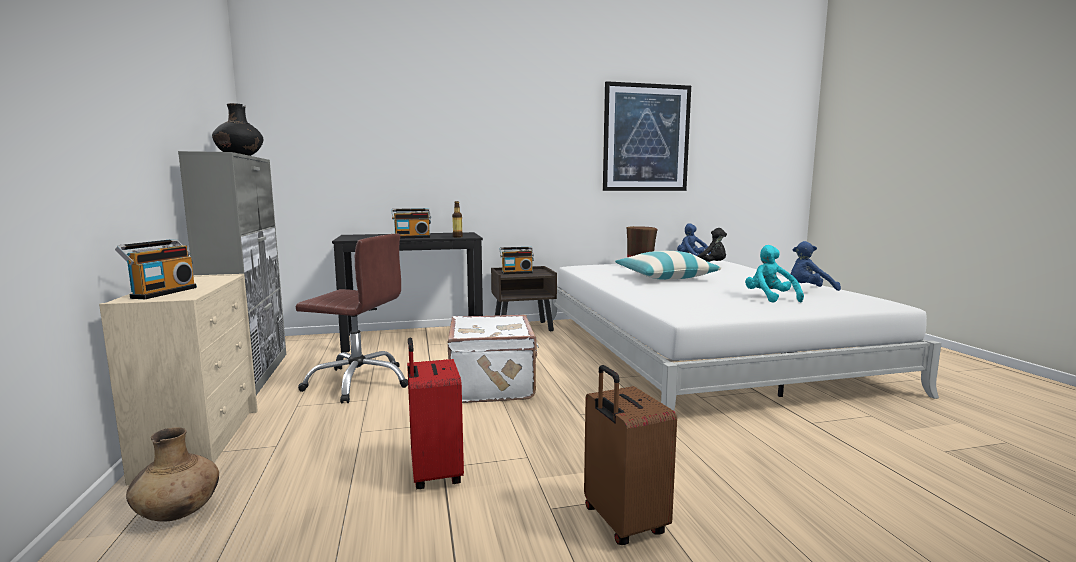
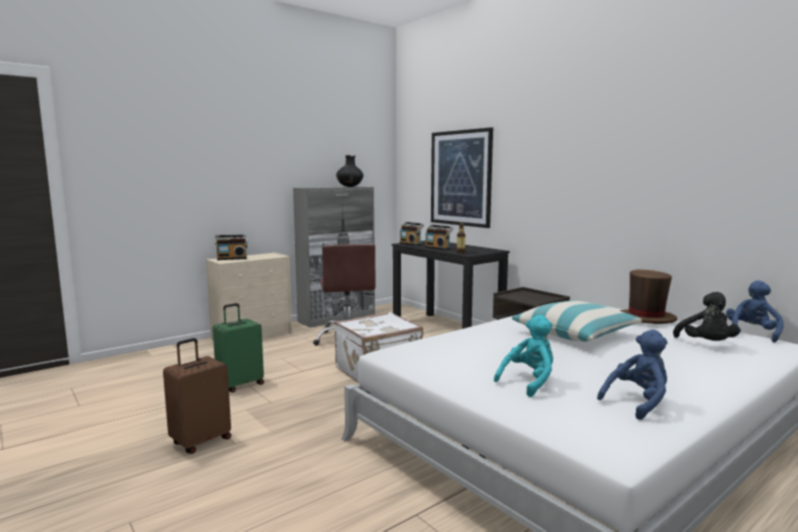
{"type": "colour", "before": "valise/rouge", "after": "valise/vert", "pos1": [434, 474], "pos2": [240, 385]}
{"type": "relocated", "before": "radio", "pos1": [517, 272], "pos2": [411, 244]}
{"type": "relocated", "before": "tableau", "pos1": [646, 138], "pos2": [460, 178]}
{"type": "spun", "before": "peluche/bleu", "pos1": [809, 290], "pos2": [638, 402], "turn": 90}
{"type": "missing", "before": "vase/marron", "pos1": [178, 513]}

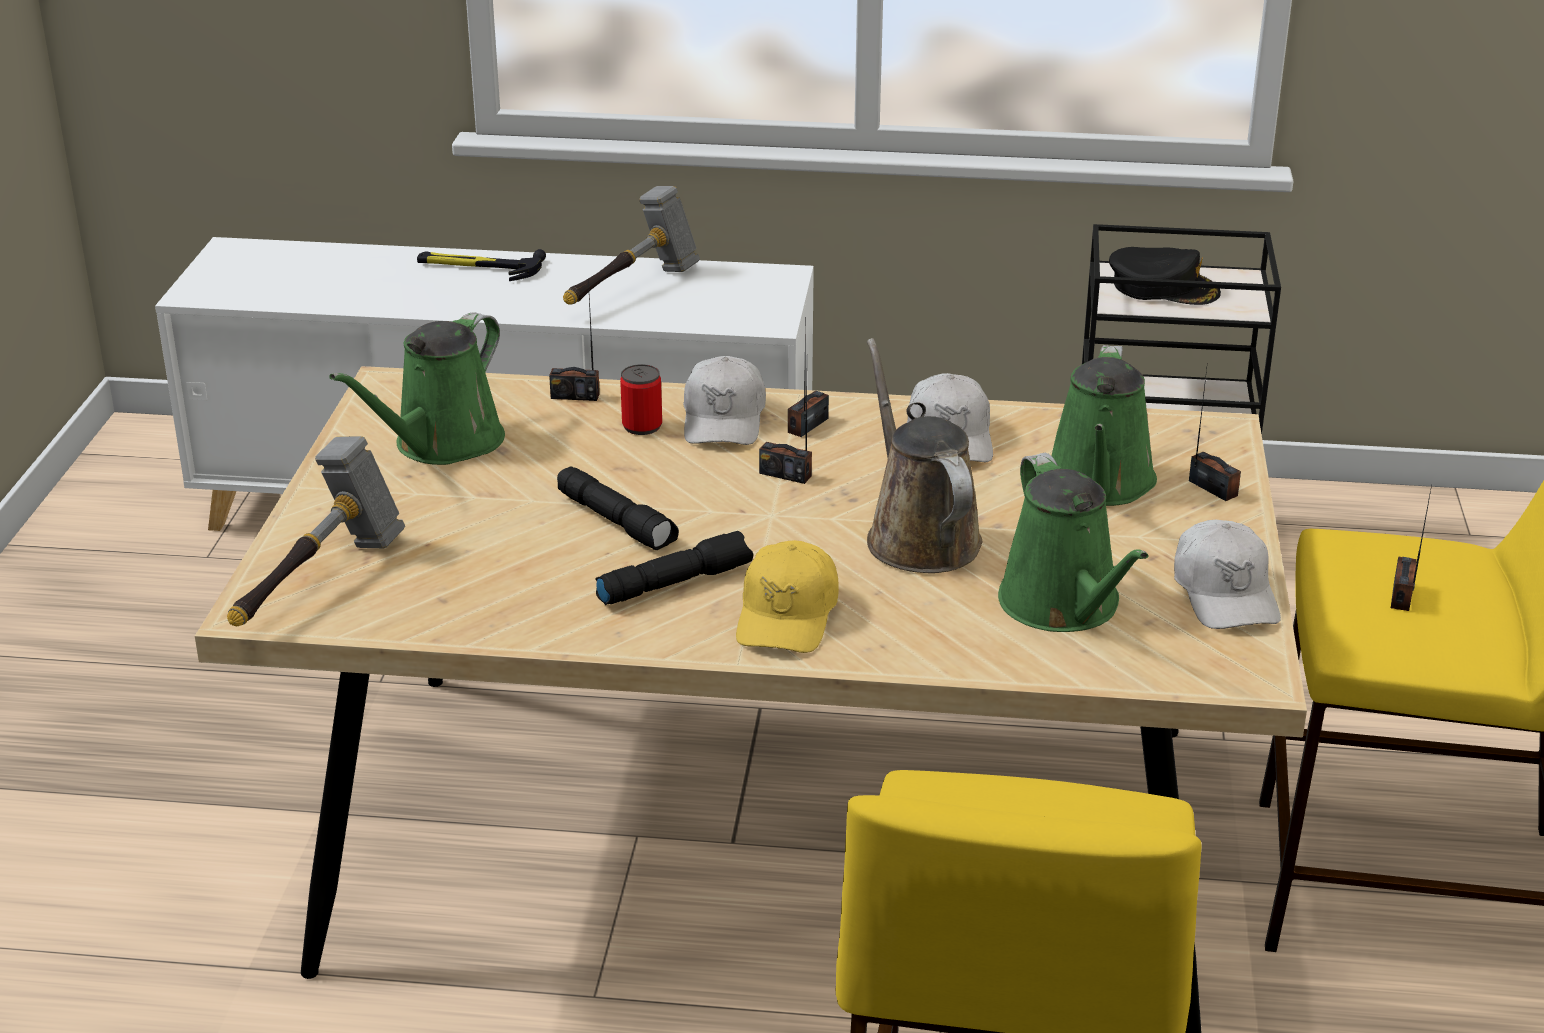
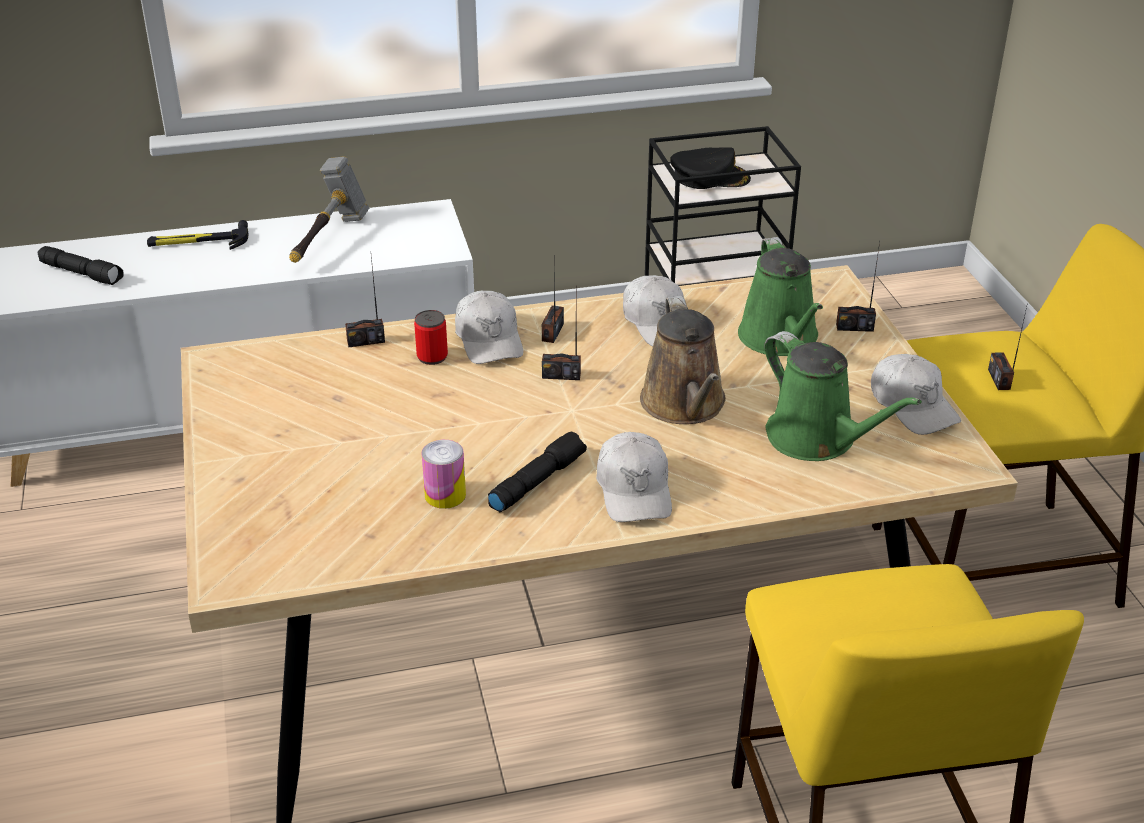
{"type": "relocated", "before": "lampe de poche/noir", "pos1": [617, 522], "pos2": [82, 273]}
{"type": "appeared", "after": "boîte métallique", "pos2": [445, 495]}
{"type": "colour", "before": "casquette/jaune", "after": "casquette/blanc", "pos1": [787, 615], "pos2": [634, 490]}
{"type": "spun", "before": "arrosoir/marron", "pos1": [918, 536], "pos2": [685, 405], "turn": -150}
{"type": "spun", "before": "radio", "pos1": [1212, 488], "pos2": [854, 327], "turn": 150}
{"type": "missing", "before": "marteau", "pos1": [318, 583]}
{"type": "missing", "before": "arrosoir/vert", "pos1": [442, 444]}

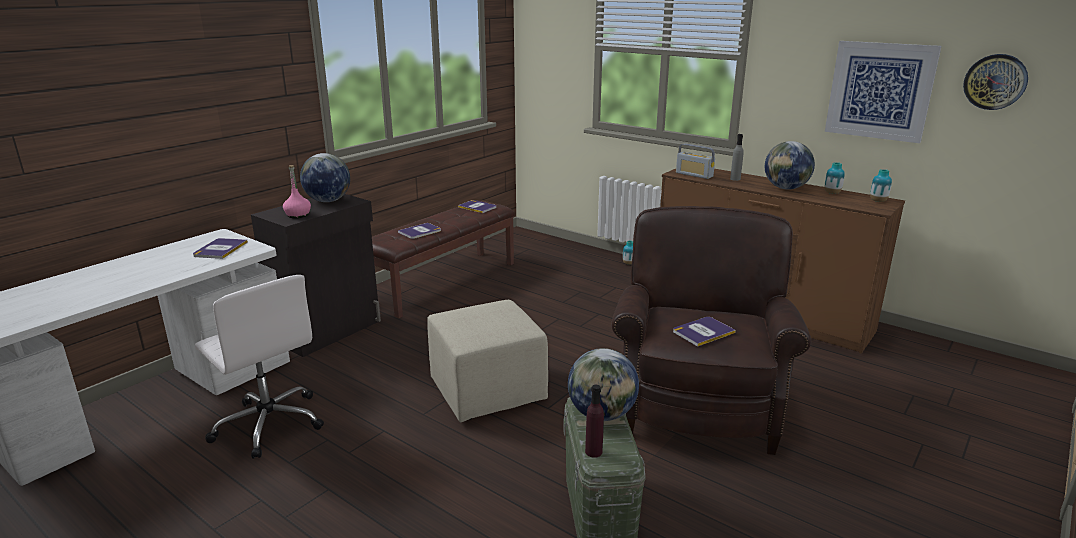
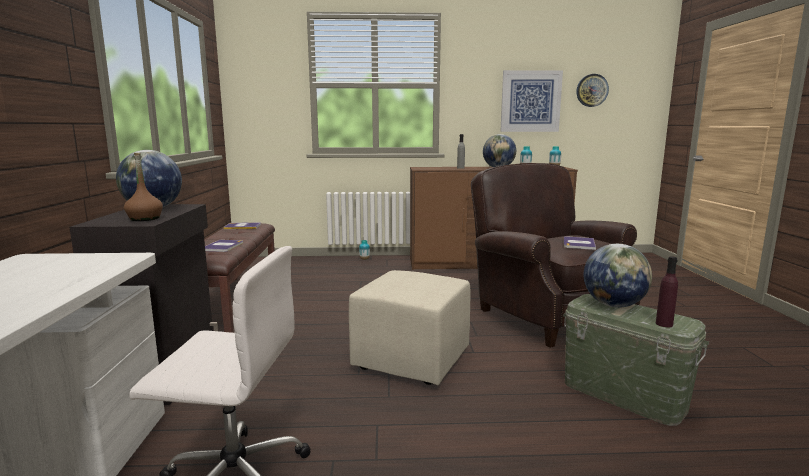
{"type": "colour", "before": "bouteille/rose", "after": "bouteille/marron", "pos1": [298, 215], "pos2": [145, 219]}
{"type": "missing", "before": "livre", "pos1": [220, 249]}
{"type": "missing", "before": "radio", "pos1": [694, 175]}

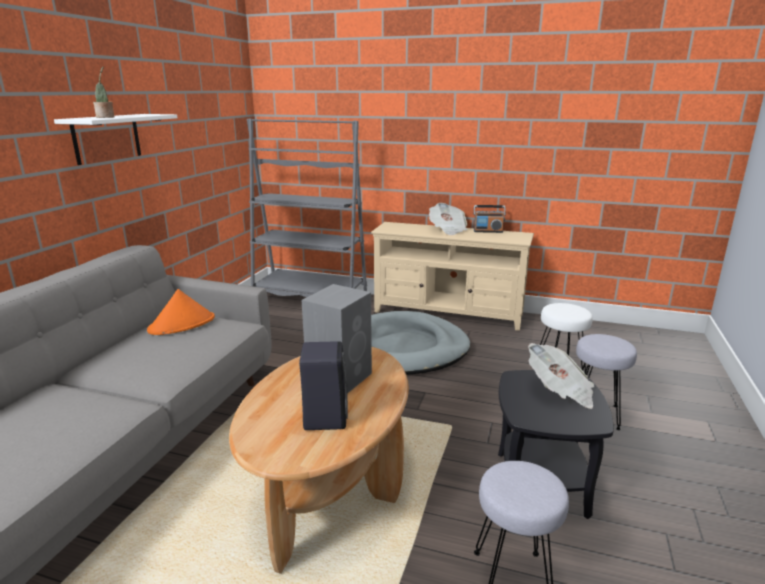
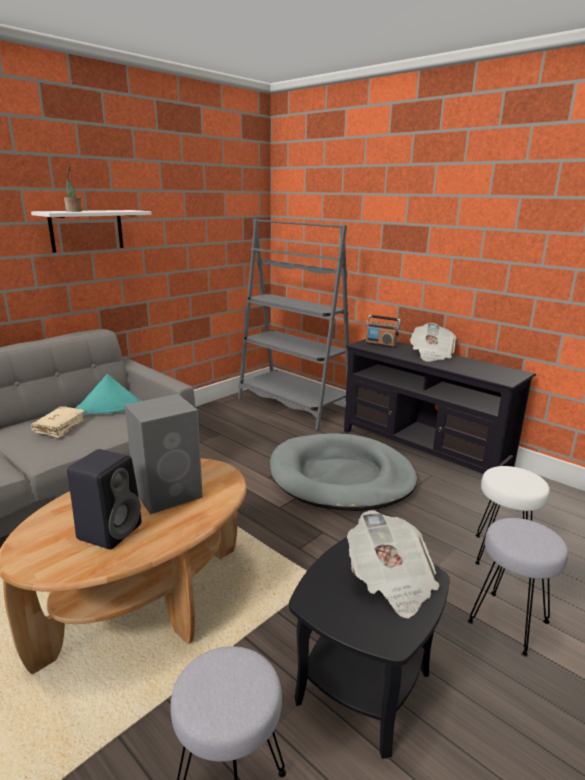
{"type": "appeared", "after": "livre/beige", "pos2": [60, 427]}
{"type": "colour", "before": "chapeau/orange", "after": "chapeau/turquoise", "pos1": [182, 324], "pos2": [110, 407]}
{"type": "colour", "before": "meuble télé/beige", "after": "meuble télé/noir", "pos1": [448, 313], "pos2": [423, 449]}
{"type": "relocated", "before": "radio", "pos1": [488, 231], "pos2": [381, 344]}

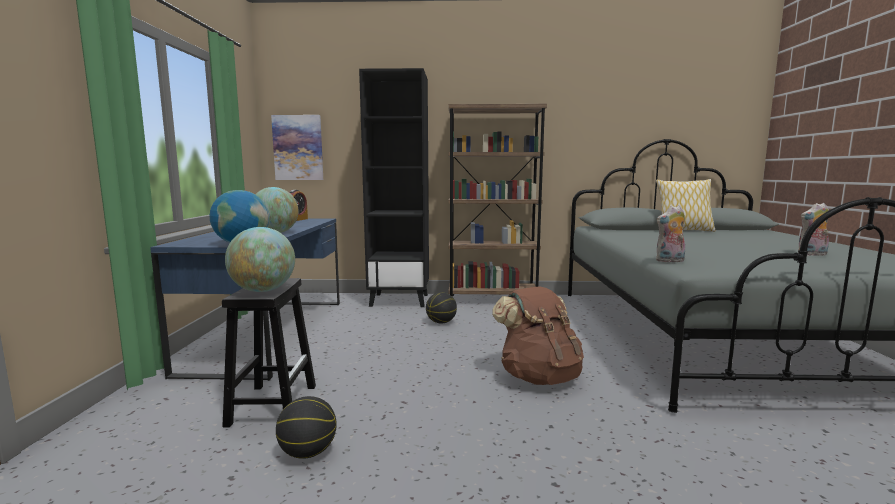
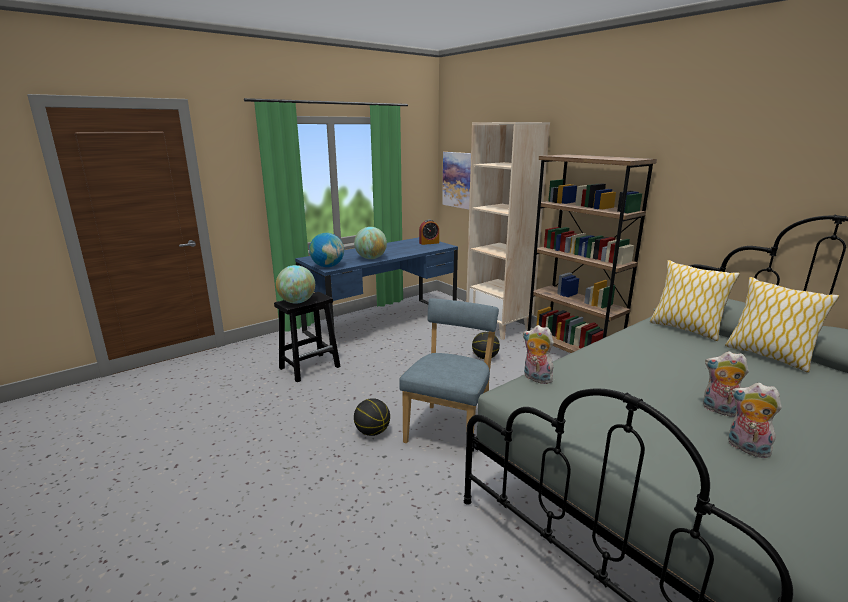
{"type": "relocated", "before": "ballon de basket", "pos1": [308, 452], "pos2": [372, 432]}
{"type": "exchanged", "before": "sac à dos/marron", "after": "chaise/bleu", "pos1": [539, 377], "pos2": [450, 428]}
{"type": "colour", "before": "bibliothèque/noir", "after": "bibliothèque/beige", "pos1": [400, 300], "pos2": [499, 327]}
{"type": "appeared", "after": "coussin", "pos2": [685, 329]}
{"type": "appeared", "after": "peluche", "pos2": [719, 410]}

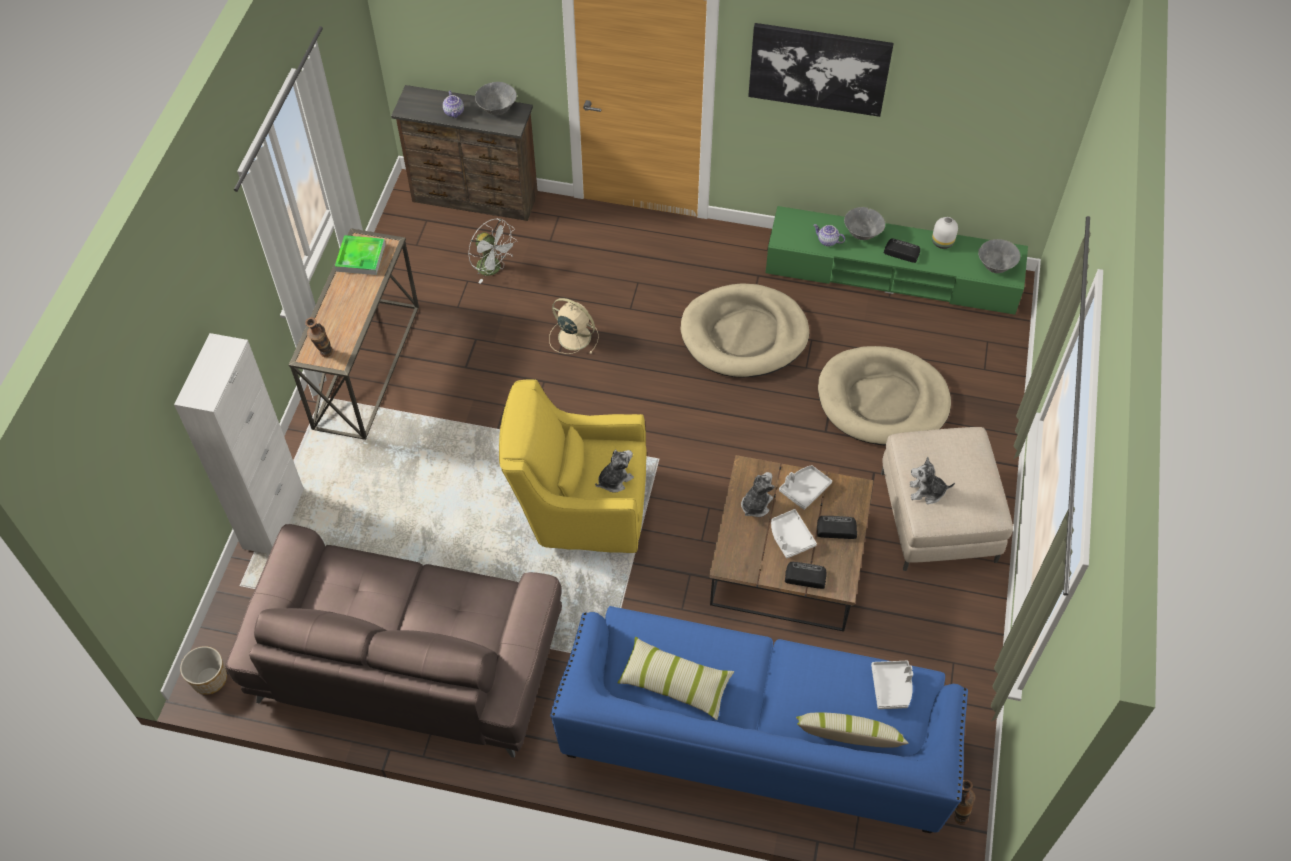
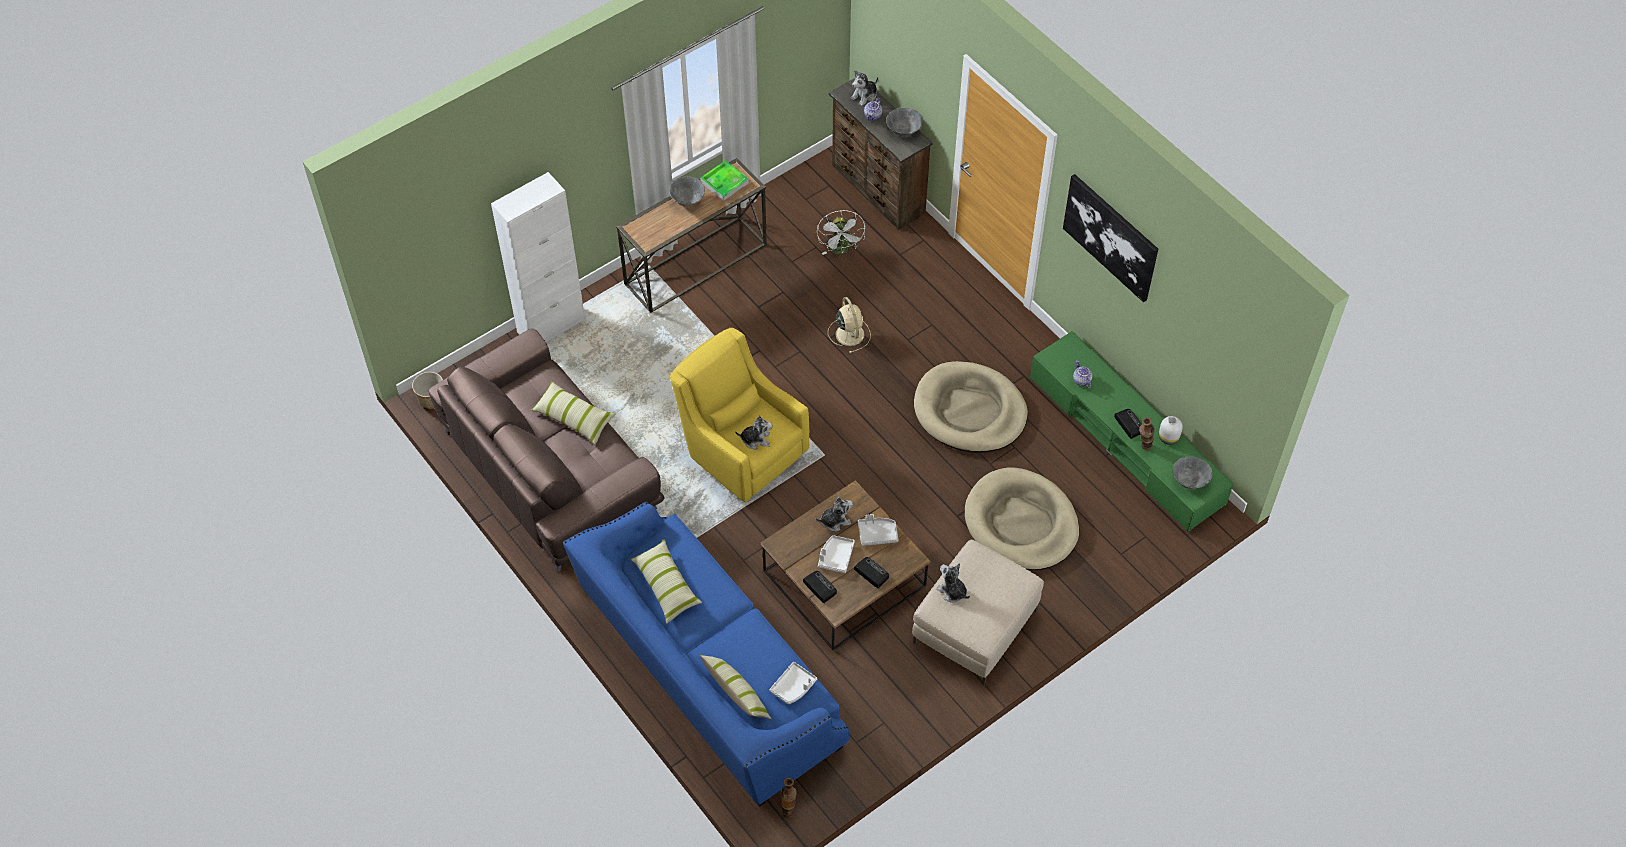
{"type": "appeared", "after": "coussin", "pos2": [574, 417]}
{"type": "relocated", "before": "bol/gris", "pos1": [861, 234], "pos2": [688, 201]}
{"type": "appeared", "after": "peluche", "pos2": [864, 96]}
{"type": "relocated", "before": "vase", "pos1": [324, 355], "pos2": [1143, 447]}

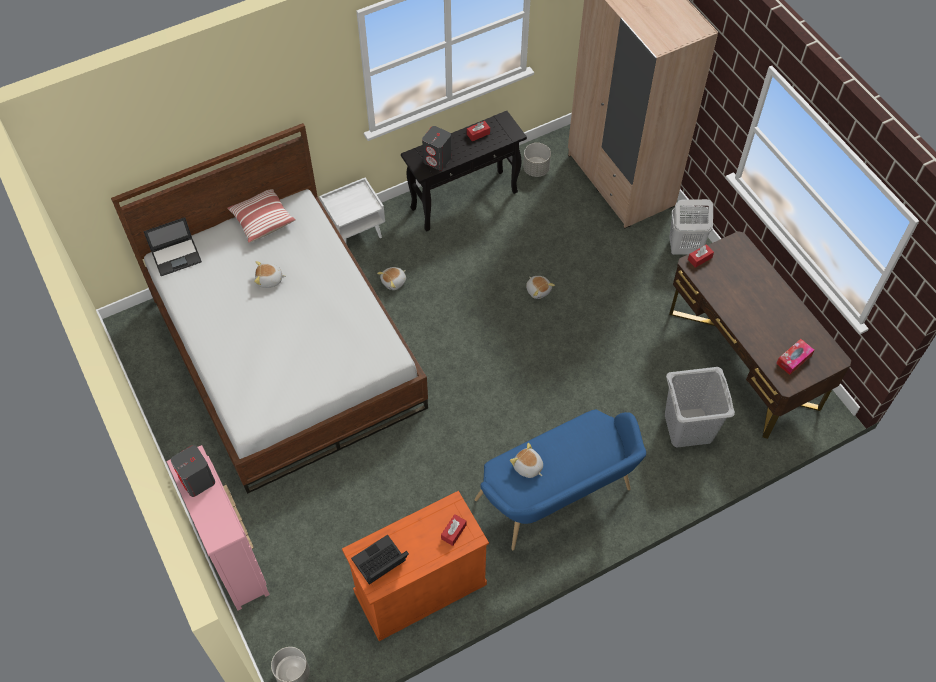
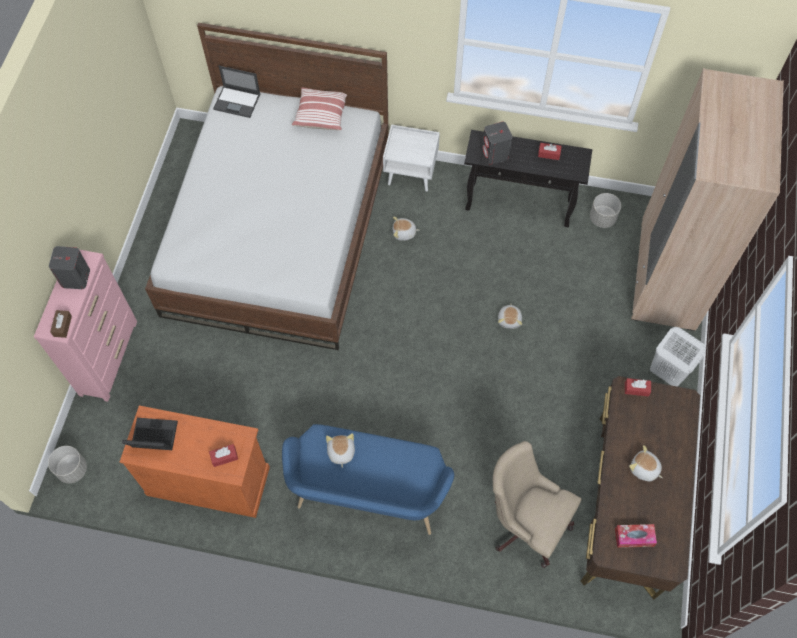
{"type": "appeared", "after": "boîte à mouchoirs/marron", "pos2": [62, 326]}
{"type": "exchanged", "before": "panier à linge/gris", "after": "chaise de bureau/beige", "pos1": [688, 427], "pos2": [525, 522]}
{"type": "relocated", "before": "peluche", "pos1": [269, 280], "pos2": [644, 469]}

